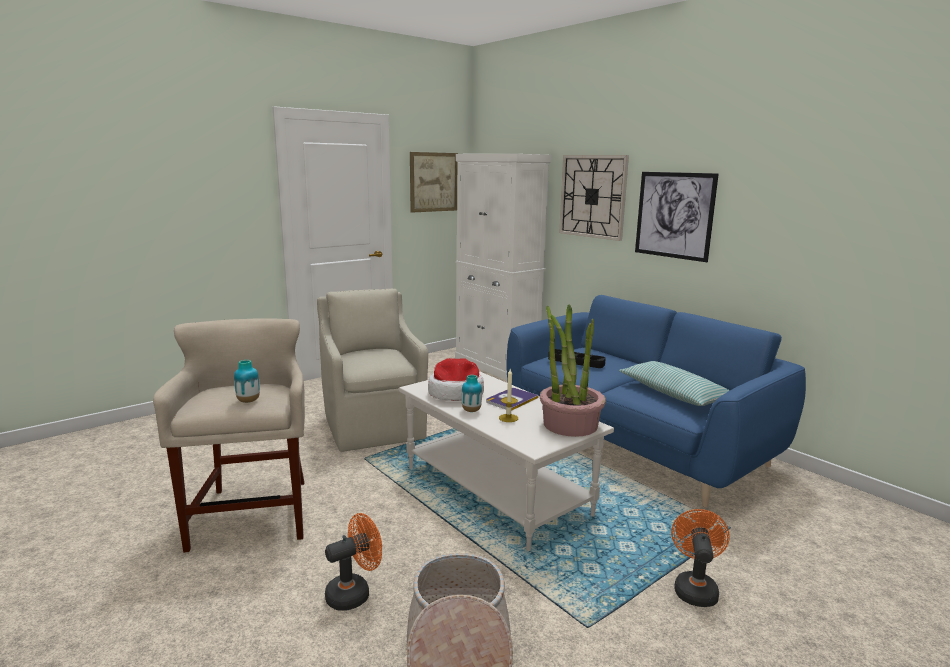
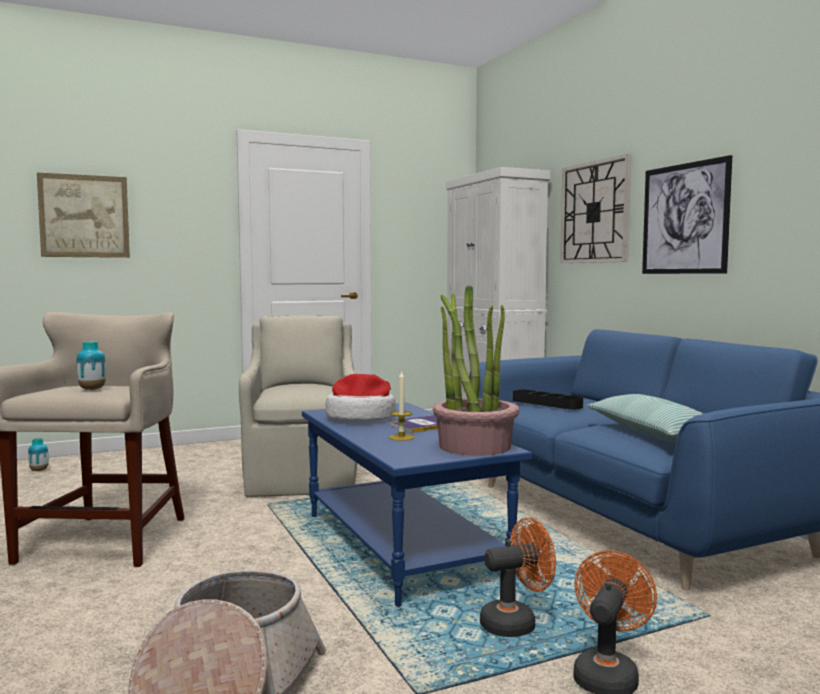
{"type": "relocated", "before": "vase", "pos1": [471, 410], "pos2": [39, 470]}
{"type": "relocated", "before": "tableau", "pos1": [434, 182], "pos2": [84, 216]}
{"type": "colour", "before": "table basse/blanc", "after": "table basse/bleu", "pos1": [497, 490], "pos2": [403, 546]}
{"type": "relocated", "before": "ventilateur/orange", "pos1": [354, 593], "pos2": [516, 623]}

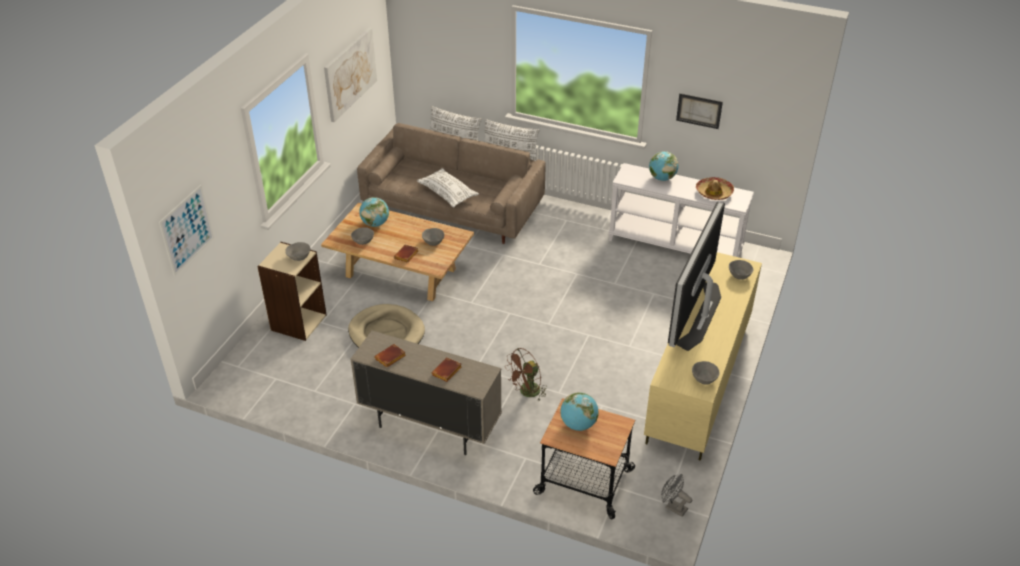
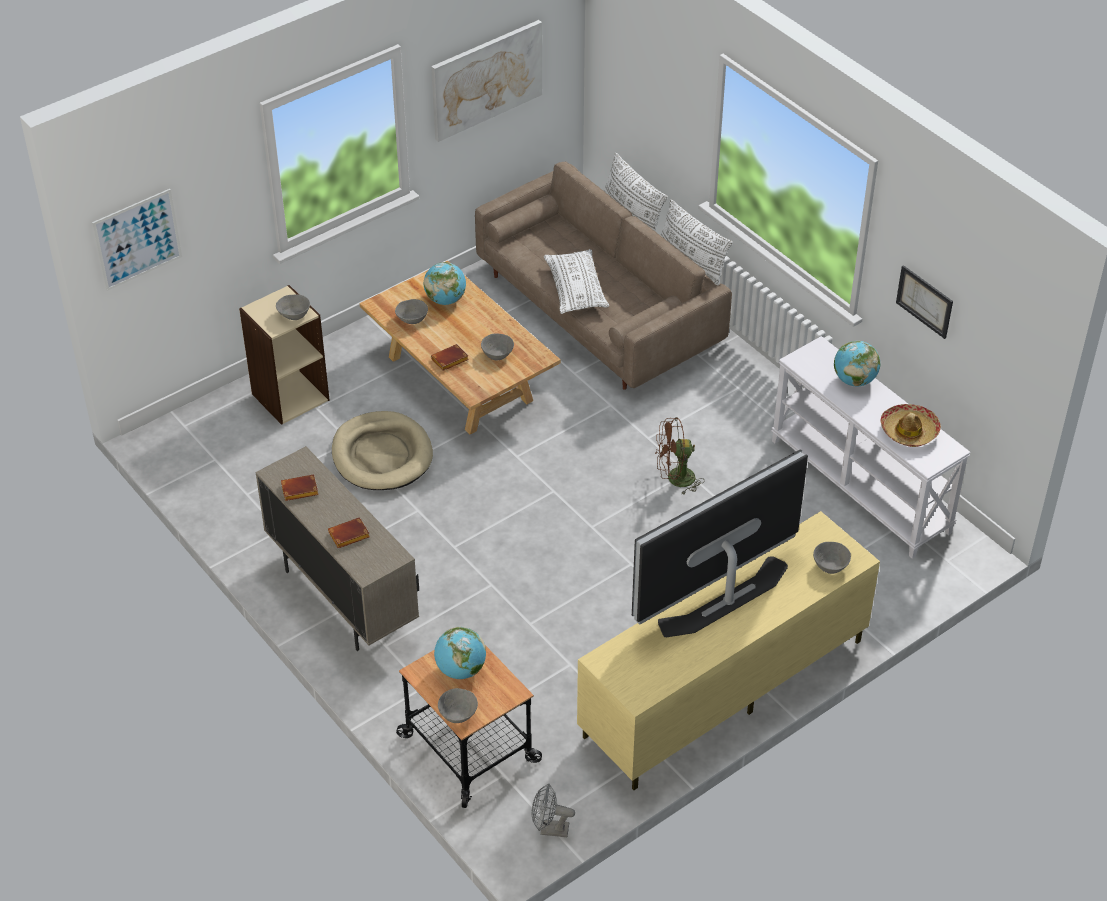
{"type": "relocated", "before": "bol/gris", "pos1": [704, 379], "pos2": [458, 714]}
{"type": "spun", "before": "ventilateur/gris", "pos1": [673, 507], "pos2": [549, 829], "turn": -60}
{"type": "relocated", "before": "ventilateur/marron", "pos1": [526, 393], "pos2": [675, 479]}

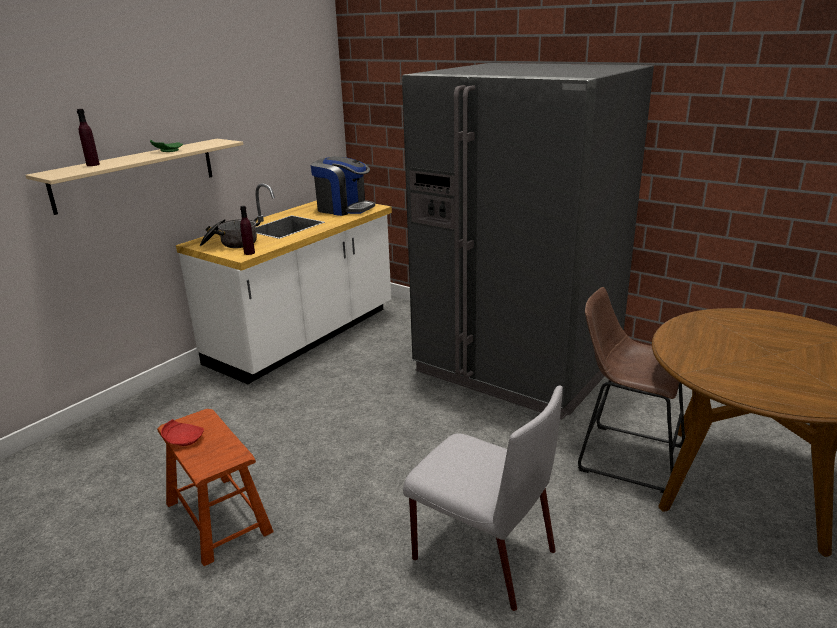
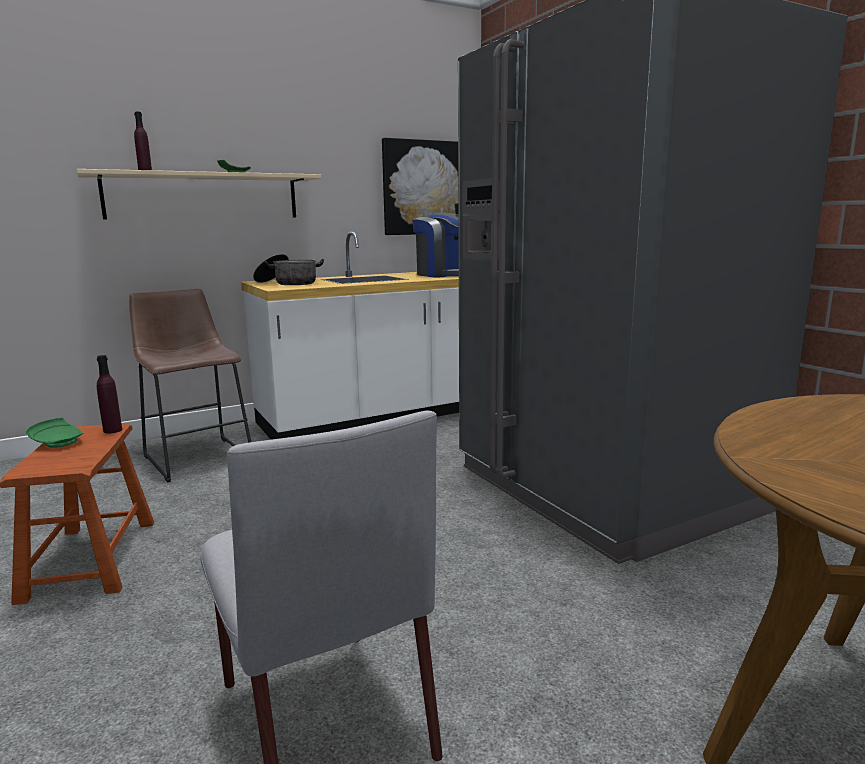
{"type": "colour", "before": "assiette/rouge", "after": "assiette/vert", "pos1": [183, 439], "pos2": [59, 442]}
{"type": "relocated", "before": "bouteille/violet", "pos1": [249, 253], "pos2": [112, 430]}
{"type": "relocated", "before": "tabouret/marron", "pos1": [624, 455], "pos2": [197, 456]}
{"type": "appeared", "after": "tableau", "pos2": [423, 188]}

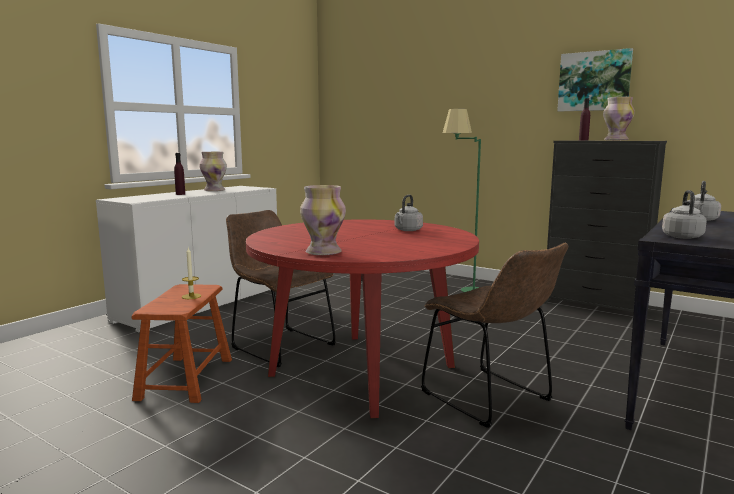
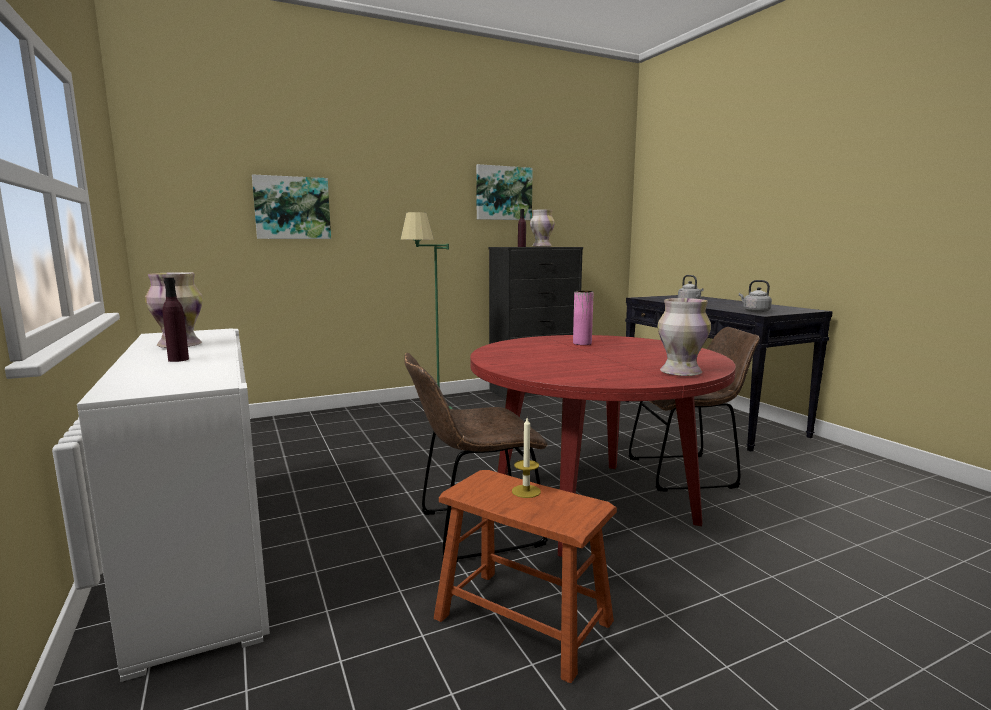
{"type": "appeared", "after": "tableau", "pos2": [292, 208]}
{"type": "exchanged", "before": "bouilloire/gris", "after": "vase/rose", "pos1": [407, 230], "pos2": [582, 343]}

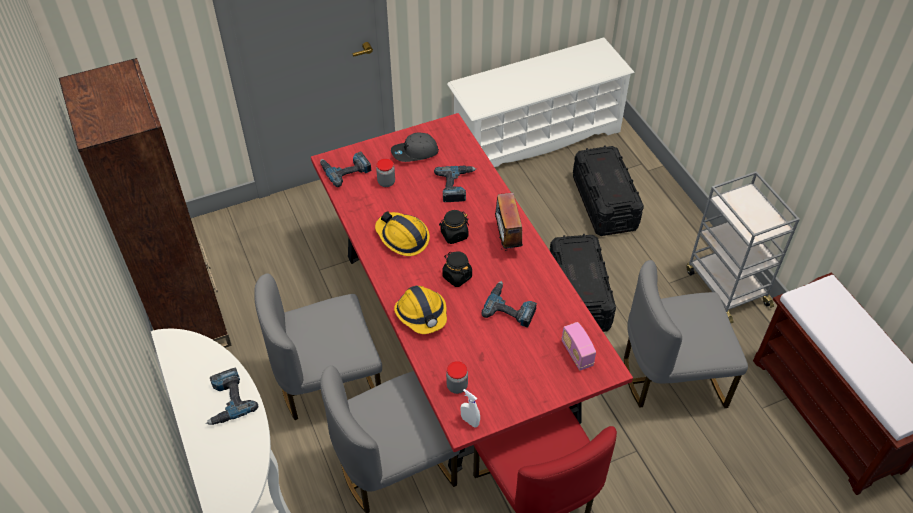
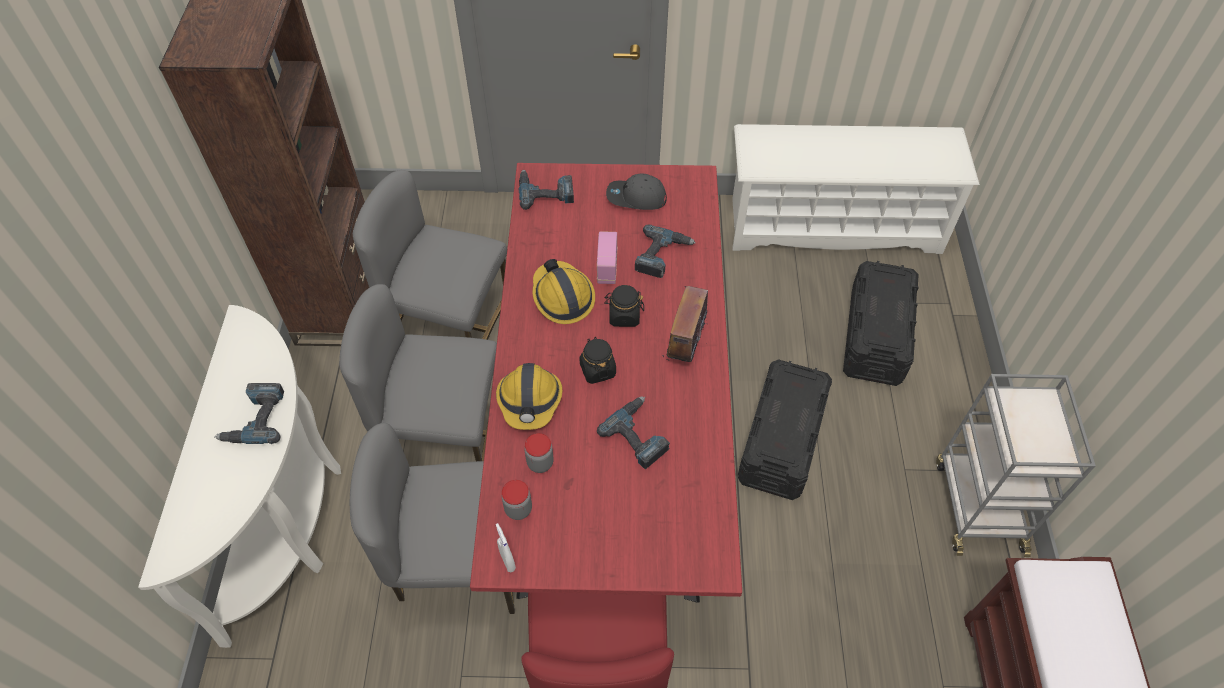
{"type": "relocated", "before": "chaise/gris", "pos1": [671, 376], "pos2": [449, 321]}
{"type": "relocated", "before": "bocal", "pos1": [386, 182], "pos2": [540, 463]}
{"type": "relocated", "before": "radio", "pos1": [576, 354], "pos2": [607, 267]}

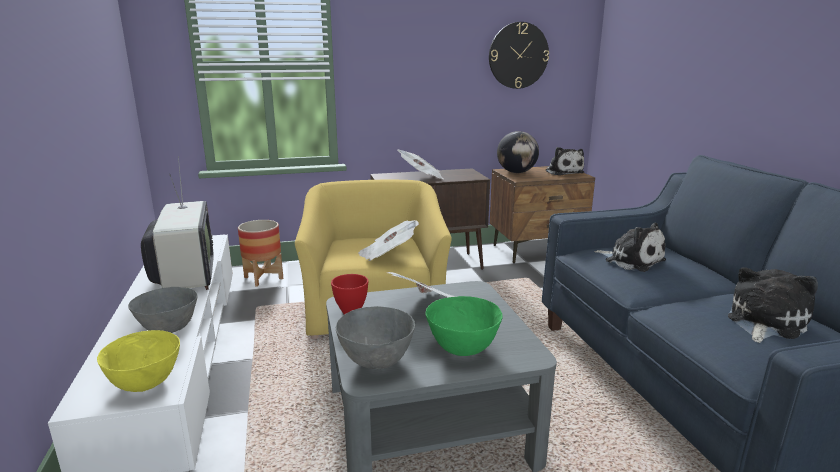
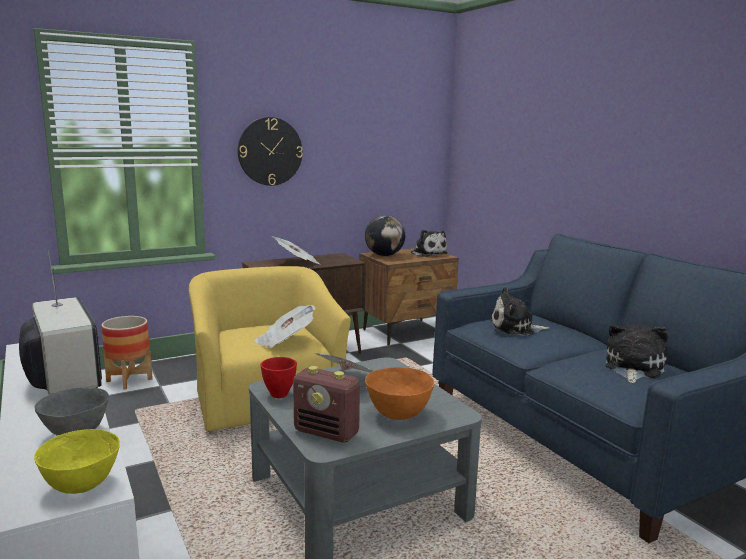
{"type": "relocated", "before": "horloge murale", "pos1": [518, 55], "pos2": [270, 151]}
{"type": "exchanged", "before": "bol/gris", "after": "radio", "pos1": [377, 361], "pos2": [327, 433]}
{"type": "colour", "before": "bol/vert", "after": "bol/orange", "pos1": [463, 349], "pos2": [399, 415]}
{"type": "spun", "before": "peluche", "pos1": [631, 260], "pos2": [515, 328], "turn": 150}

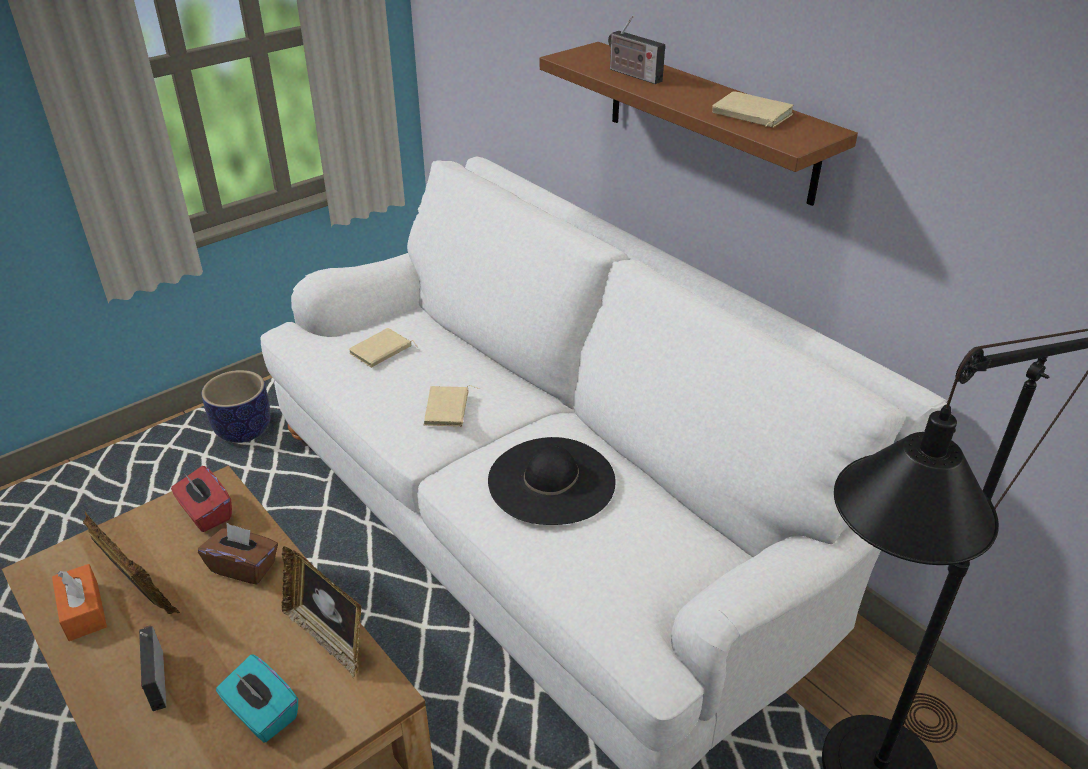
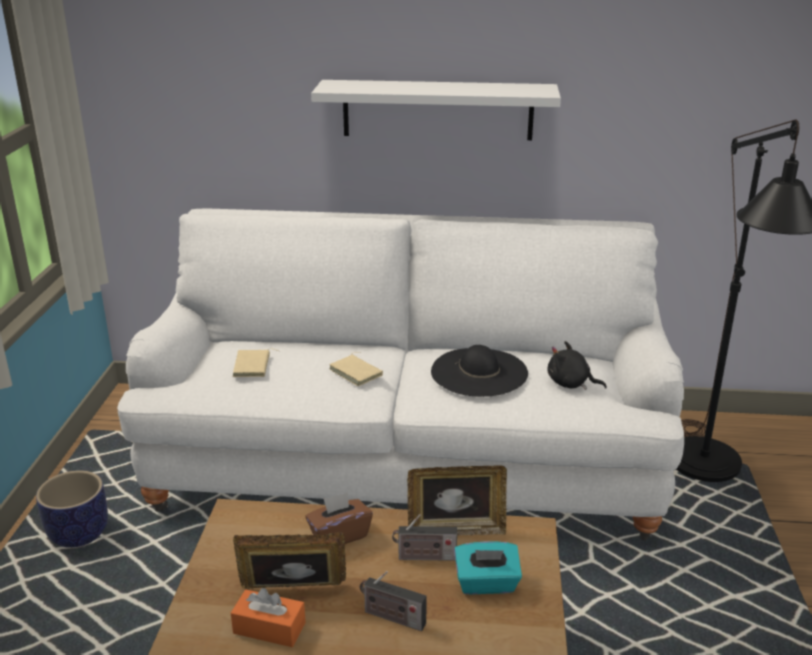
{"type": "colour", "before": "étagère/marron", "after": "étagère/blanc", "pos1": [709, 121], "pos2": [437, 110]}
{"type": "relocated", "before": "radio", "pos1": [632, 75], "pos2": [424, 557]}
{"type": "appeared", "after": "peluche/noir", "pos2": [571, 384]}
{"type": "missing", "before": "boîte à mouchoirs/rouge", "pos1": [206, 513]}
{"type": "missing", "before": "livre/beige", "pos1": [750, 115]}

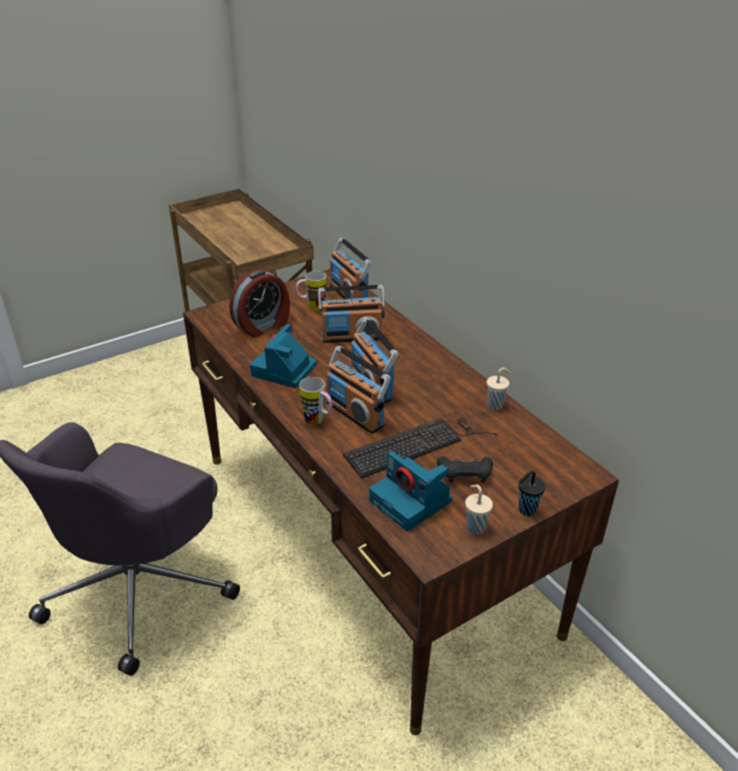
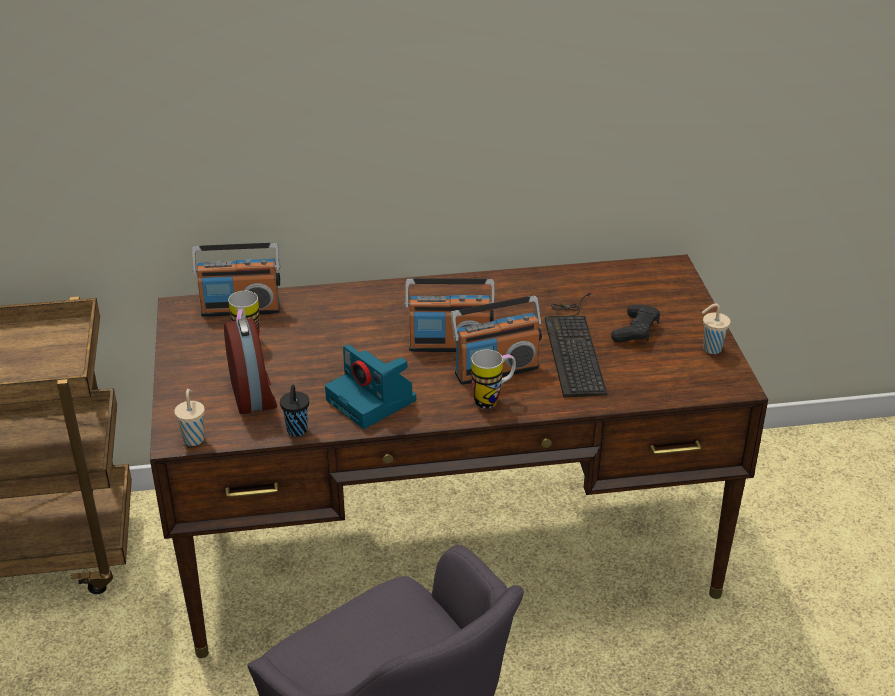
{"type": "relocated", "before": "tasse/beige", "pos1": [495, 405], "pos2": [194, 438]}
{"type": "relocated", "before": "tasse/noir", "pos1": [526, 510], "pos2": [297, 431]}
{"type": "missing", "before": "radio", "pos1": [351, 336]}
{"type": "missing", "before": "appareil photo", "pos1": [412, 501]}

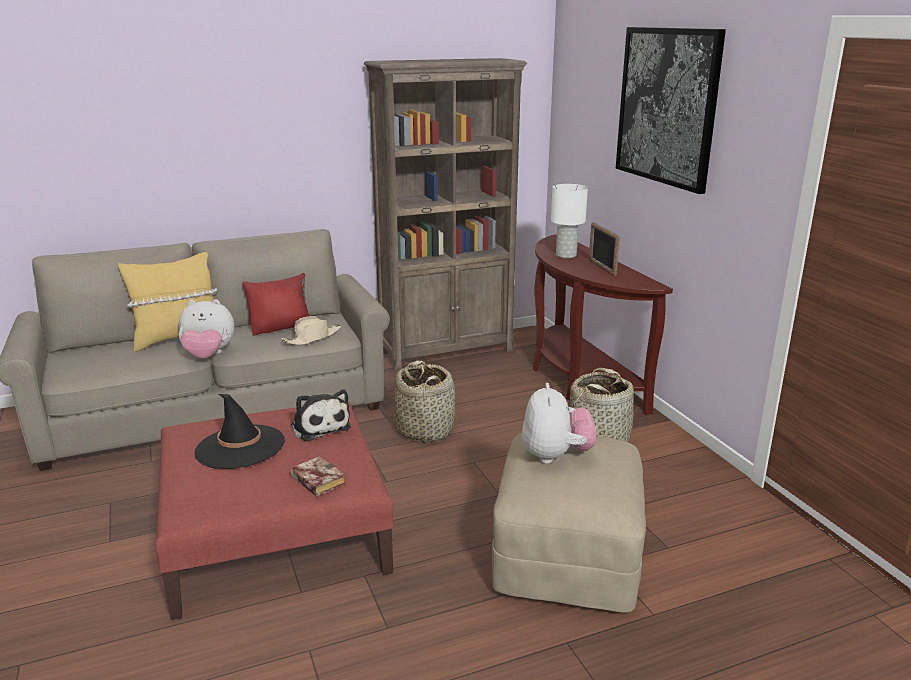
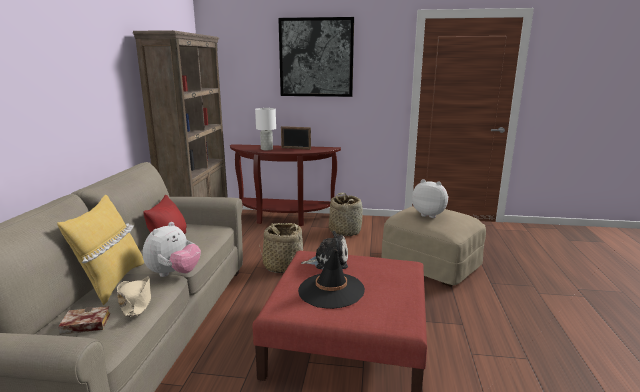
{"type": "relocated", "before": "livre", "pos1": [315, 481], "pos2": [83, 325]}
{"type": "relocated", "before": "chapeau/beige", "pos1": [312, 338], "pos2": [136, 302]}

